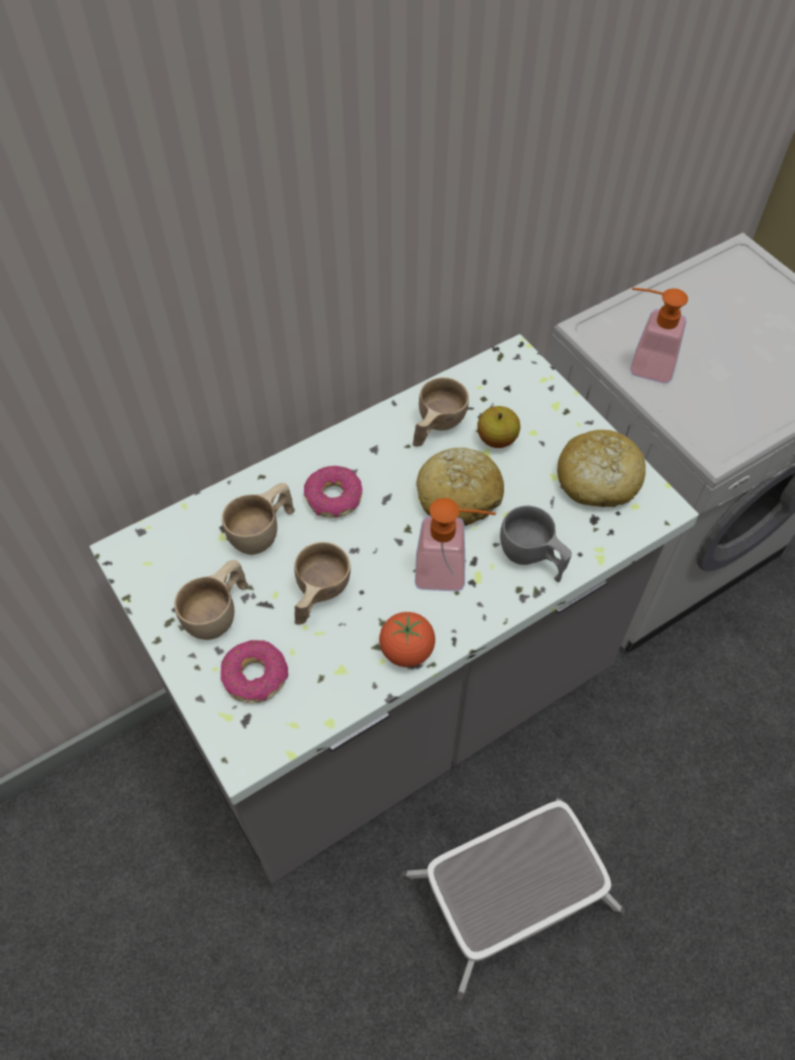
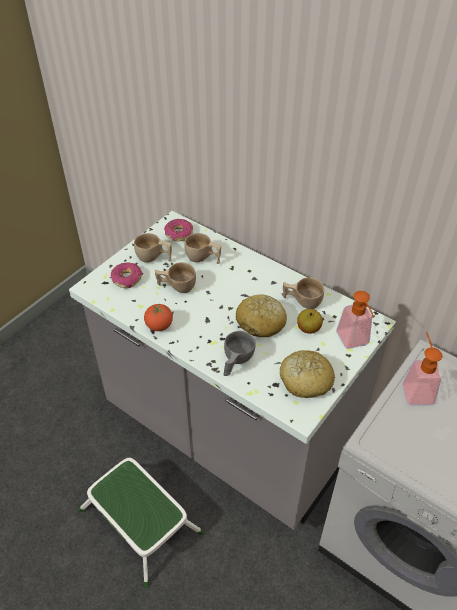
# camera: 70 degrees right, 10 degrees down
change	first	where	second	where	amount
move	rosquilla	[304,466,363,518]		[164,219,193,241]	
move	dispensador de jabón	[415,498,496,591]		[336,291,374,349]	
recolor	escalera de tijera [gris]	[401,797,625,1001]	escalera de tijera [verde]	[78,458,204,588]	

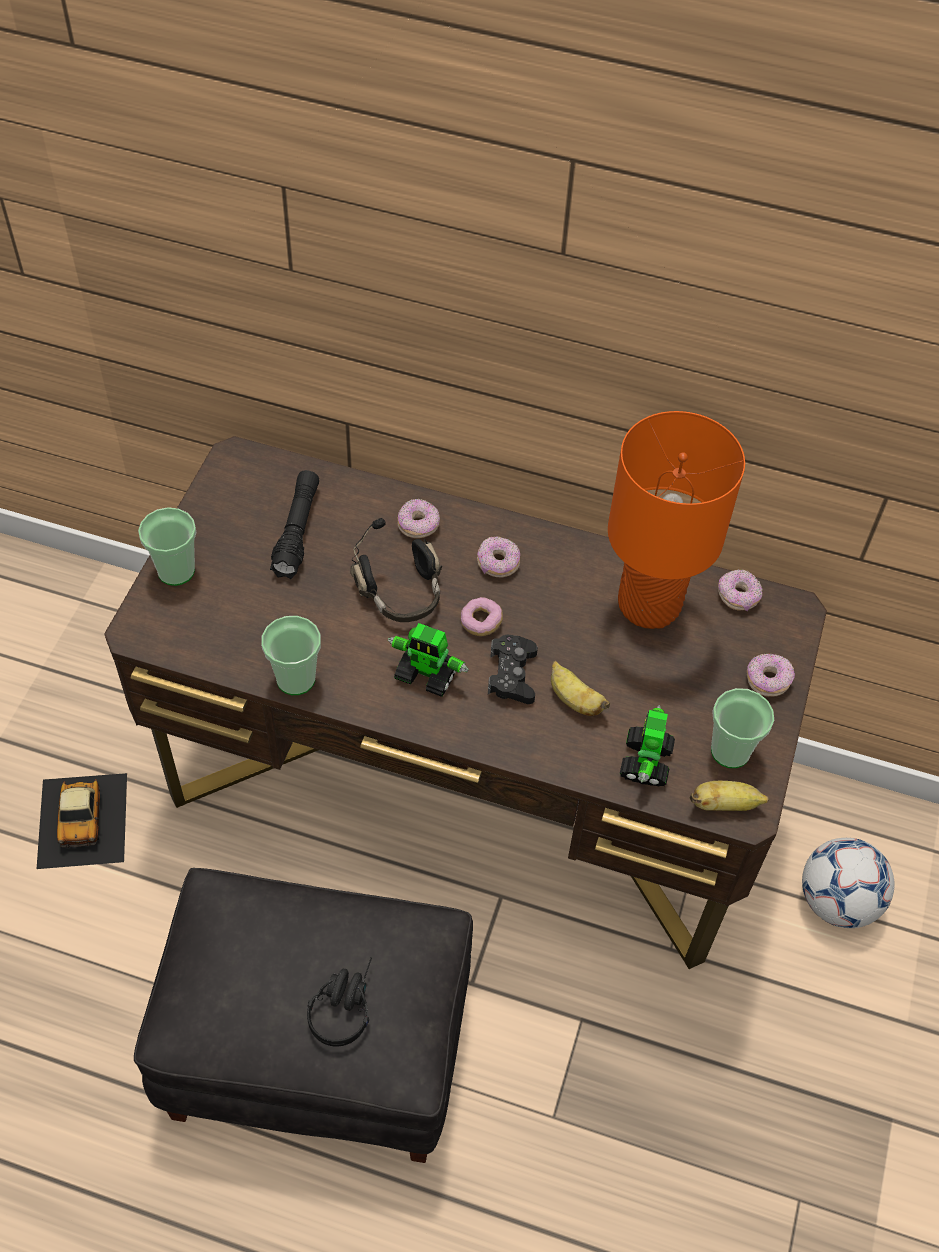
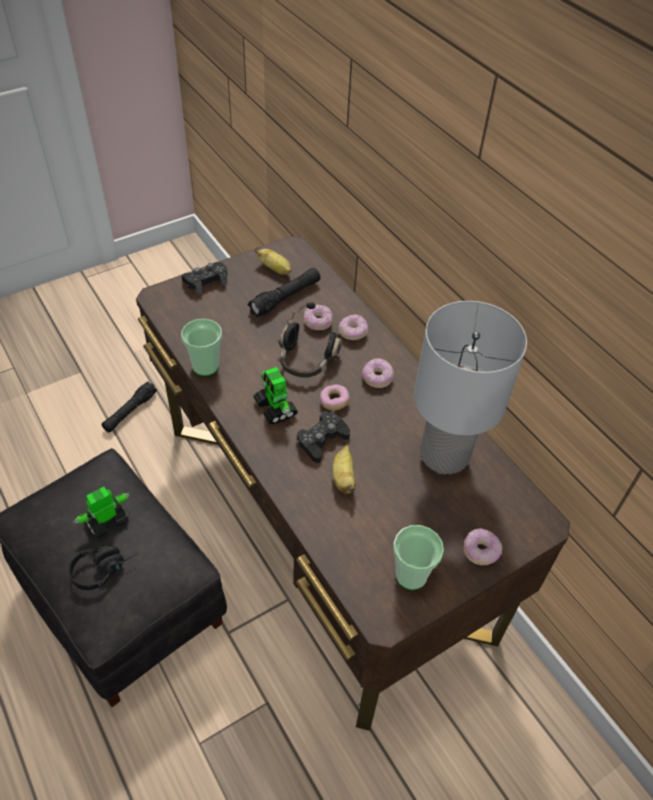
# camera: 40 degrees right, 5 degrees down
change	first	where	second	where	amount
recolor	lámpara de mesa [naranja]	[608,411,745,629]	lámpara de mesa [gris]	[414,301,527,475]	
replace	taza	[138,507,196,586]	mando de consola [negro]	[181,262,227,295]	
move	rosquilla	[718,569,762,611]		[304,304,333,330]	
move	robot de juguete	[620,705,675,786]		[73,487,130,538]	
replace	coche de juguete	[37,773,127,869]	linterna [negro]	[101,381,157,433]	
move	plátano	[690,781,769,811]		[255,247,291,275]	
delete	balón de fútbol	[802,838,895,928]			

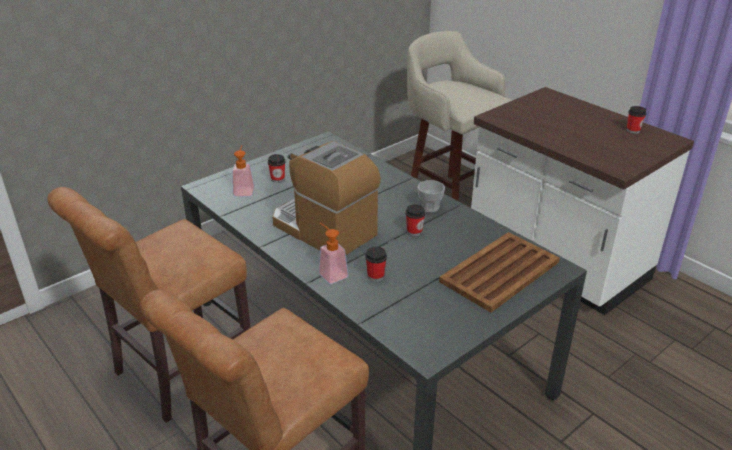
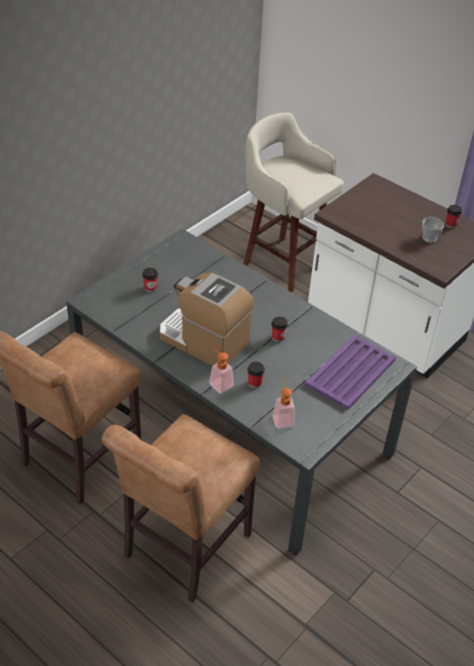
# camera: 10 degrees left, 10 degrees up
change	first	where	second	where	amount
move	dispensador de jabón	[232,145,254,197]		[272,379,295,429]	
move	taza	[417,180,445,212]		[422,217,444,243]	
recolor	bandeja [marrón]	[439,232,560,312]	bandeja [morado]	[305,335,396,410]	

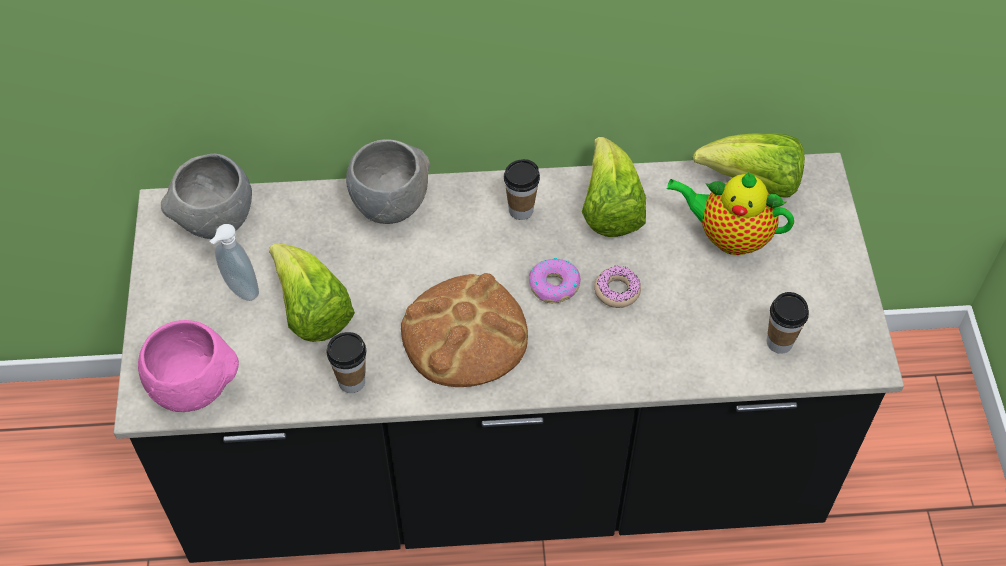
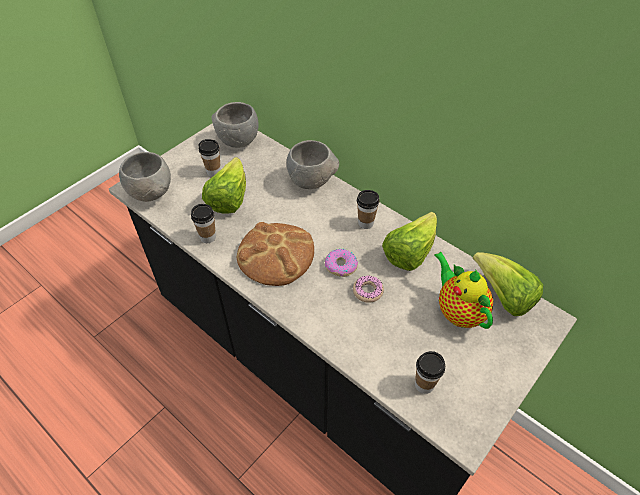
# camera: 45 degrees right, 5 degrees down
change	first	where	second	where	amount
replace	dispensador de jabón	[210,224,259,301]	taza	[198,139,221,177]	
recolor	cuenco [rosa]	[138,320,239,412]	cuenco [gris]	[119,152,171,202]	

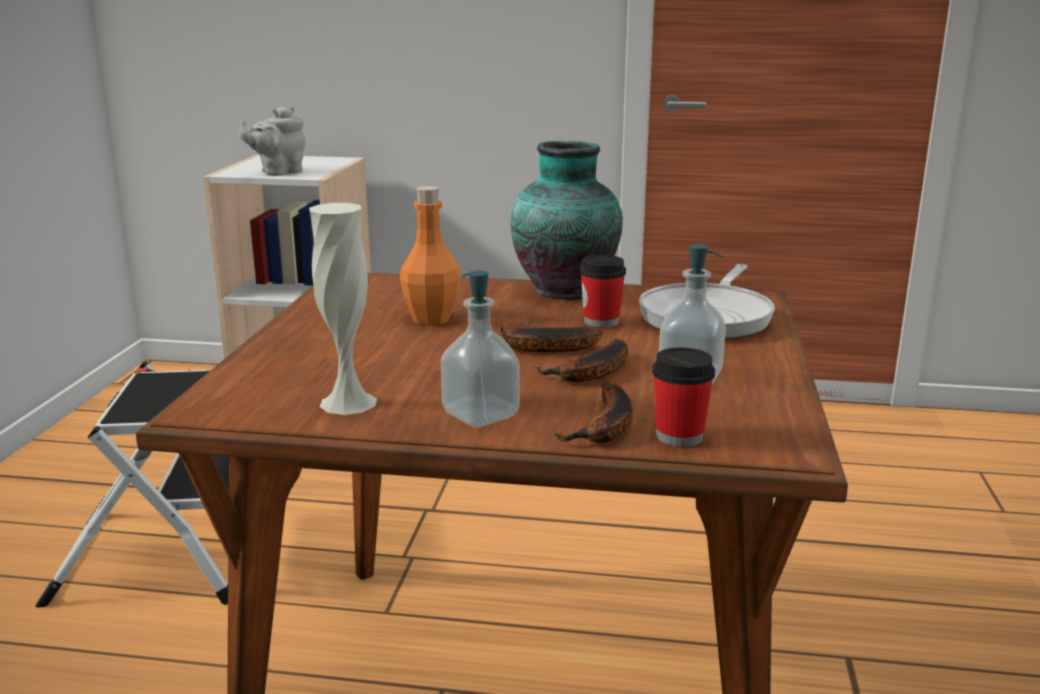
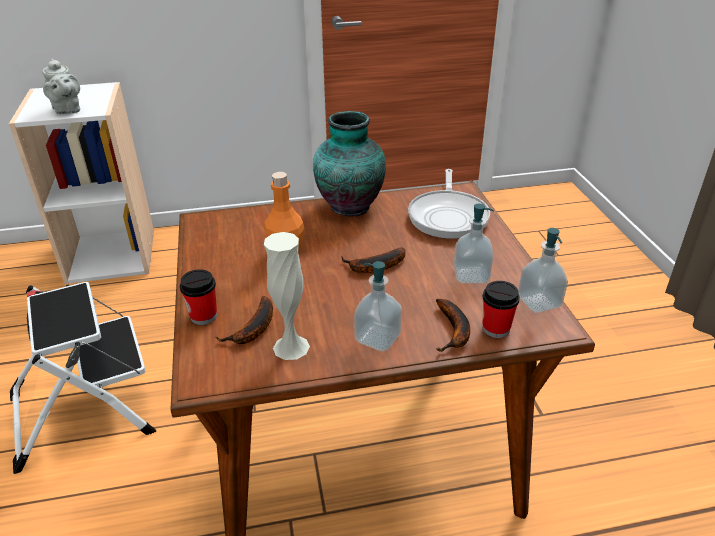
# camera: 20 degrees left, 15 degrees up
change	first	where	second	where	amount
rotate	tetera [gris]	[239,106,305,176]		[42,59,80,114]	60 degrees counterclockwise
move	taza	[580,255,626,328]		[180,269,217,325]	
move	plátano	[535,338,628,382]		[215,296,273,344]	
insert			dispensador de jabón	[518,228,568,313]	

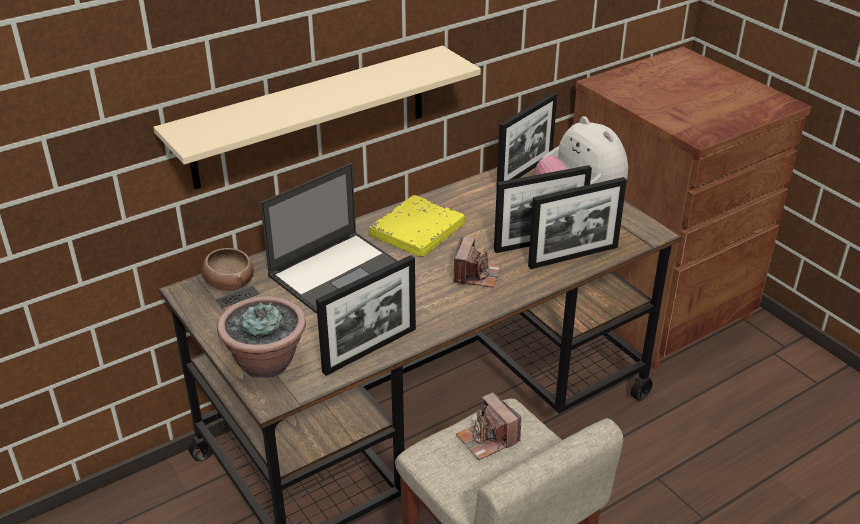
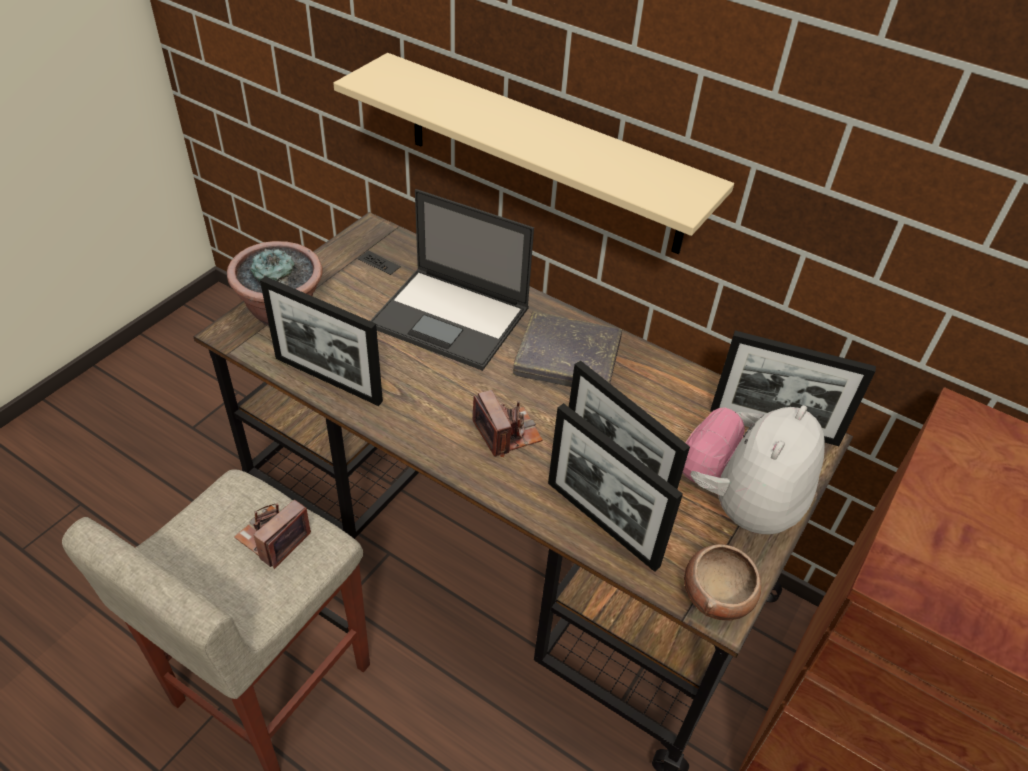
# camera: 65 degrees right, 10 degrees up
change	first	where	second	where	amount
recolor	libro [amarillo]	[369,195,465,257]	libro [gris]	[513,311,622,387]	
rotate	cámara	[453,236,501,288]		[472,390,543,457]	105 degrees counterclockwise
move	cuenco	[202,248,254,291]		[684,544,761,620]	

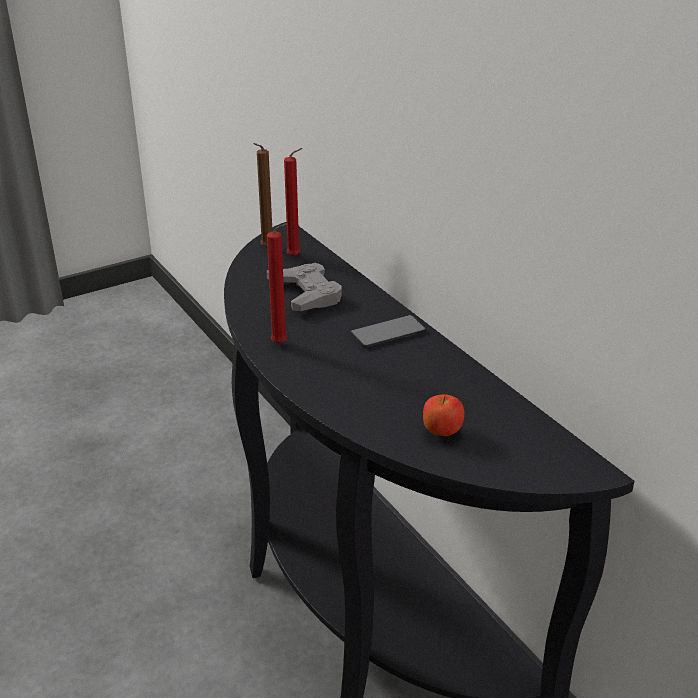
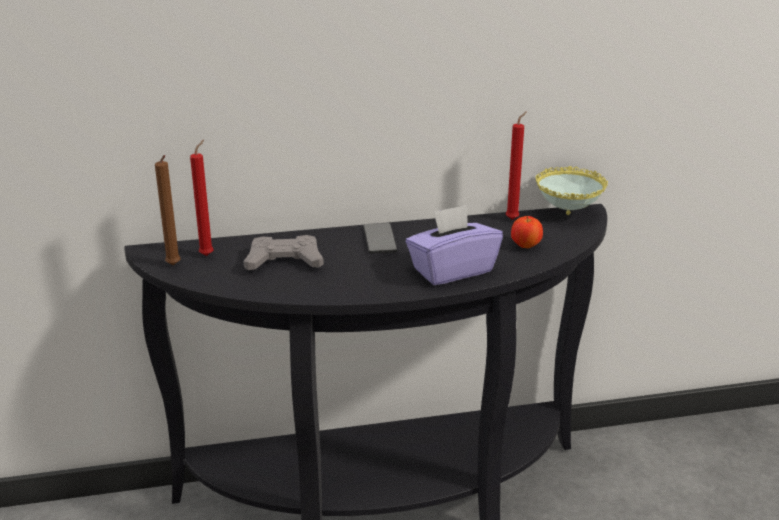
# camera: 70 degrees left, 5 degrees down
change	first	where	second	where	amount
move	vela [rojo]	[267,223,288,344]		[506,111,527,220]	
insert			cuenco	[535,166,608,215]	
insert			caja de pañuelos [morado]	[406,205,503,285]	

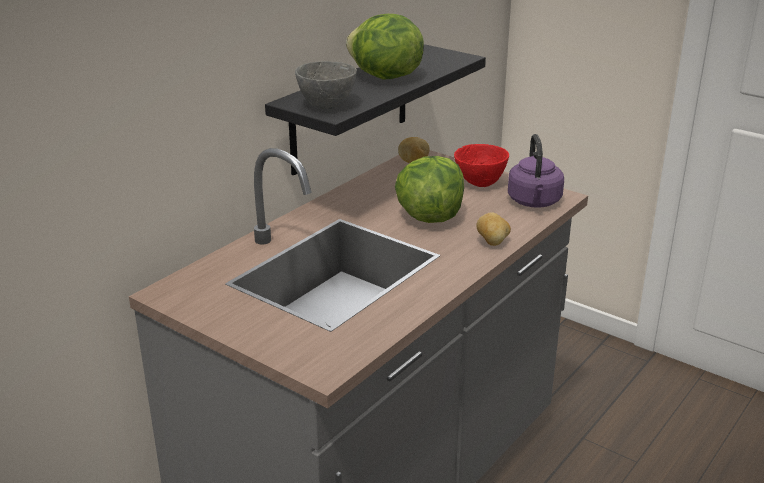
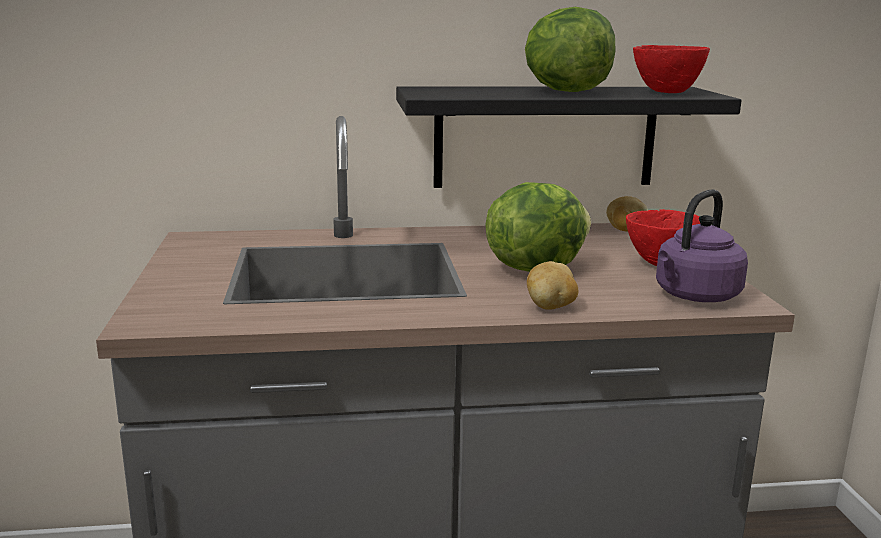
# camera: 45 degrees right, 10 degrees down
change	first	where	second	where	amount
delete	cuenco [gris]	[295,61,357,109]			
insert			cuenco [rojo]	[633,45,710,93]	

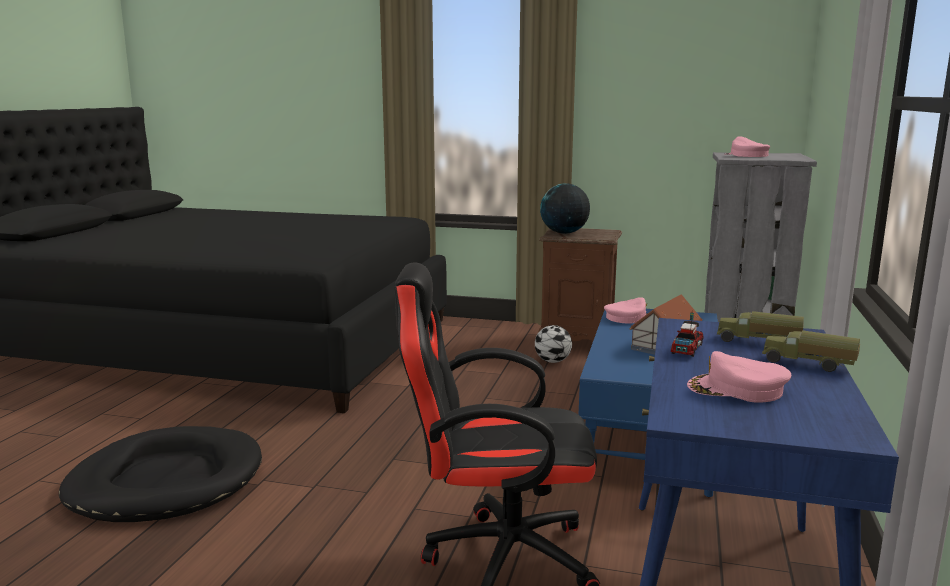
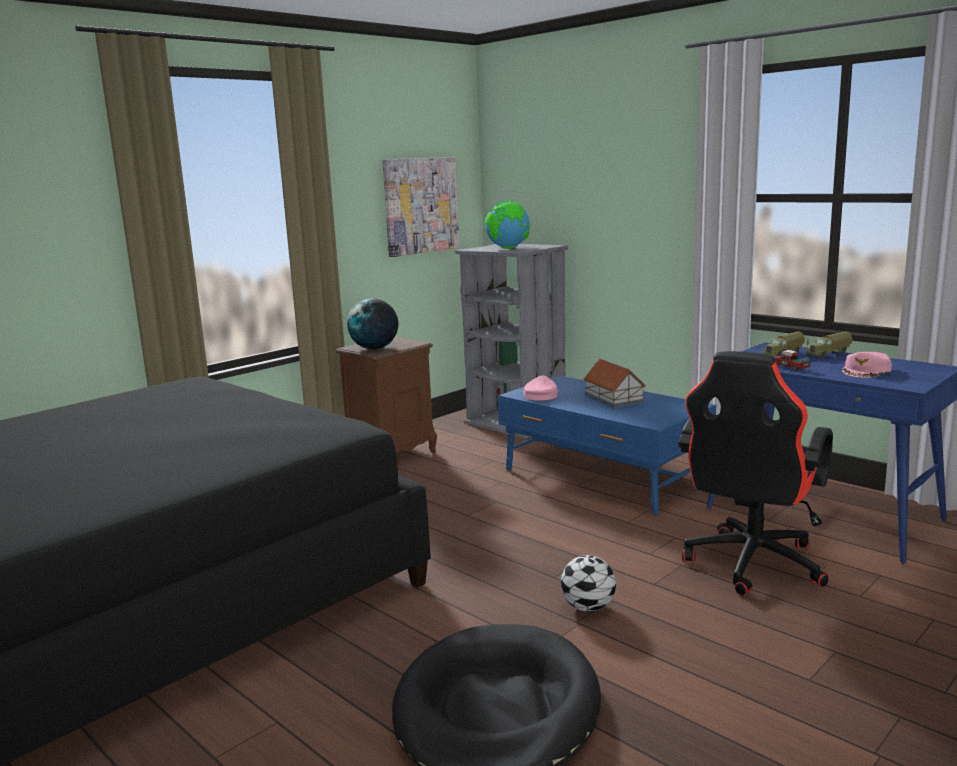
# camera: 60 degrees left, 0 degrees up
change	first	where	second	where	amount
replace	gorra [rosa]	[724,136,770,157]	globo terráqueo	[485,201,530,249]	
move	balón de fútbol	[535,325,572,363]		[561,555,616,612]	
insert			cuadro	[382,157,460,257]	

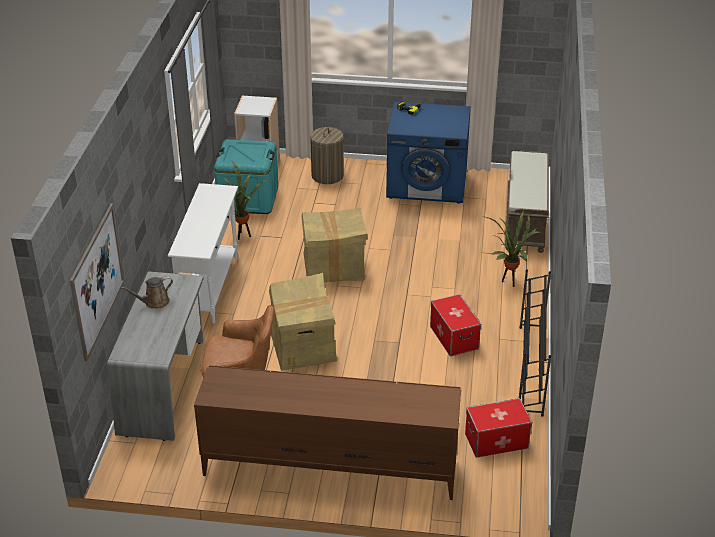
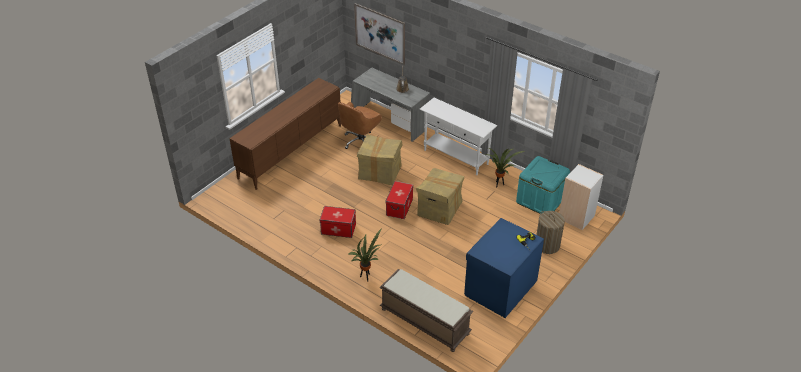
# camera: 120 degrees right, 5 degrees up
change	first	where	second	where	amount
delete	zapatero [negro]	[519,269,551,417]			
move	caja de almacenaje	[465,398,532,458]		[386,181,413,219]	

